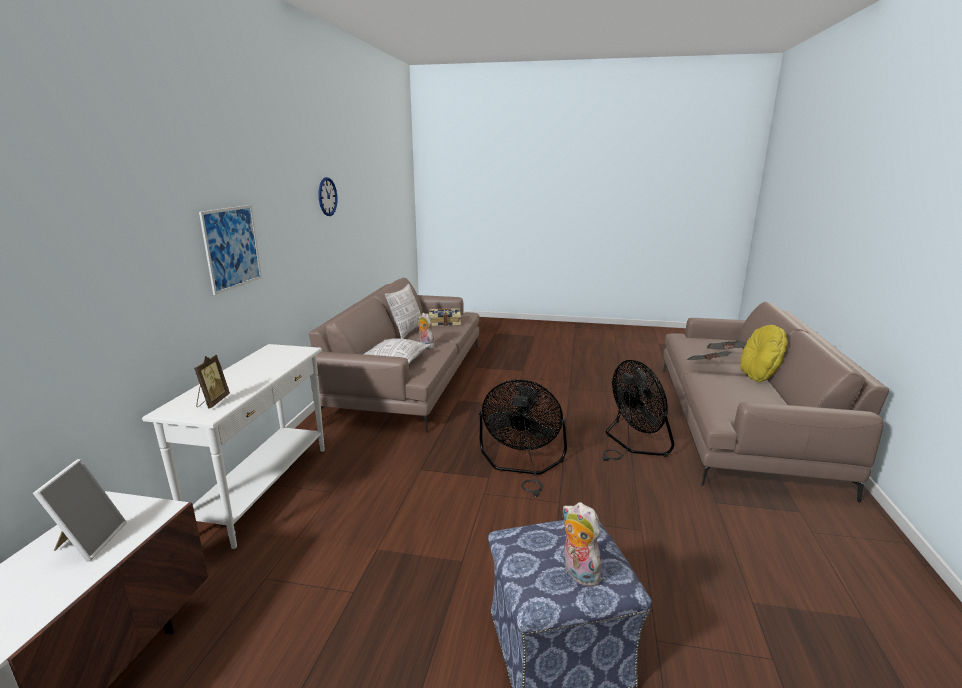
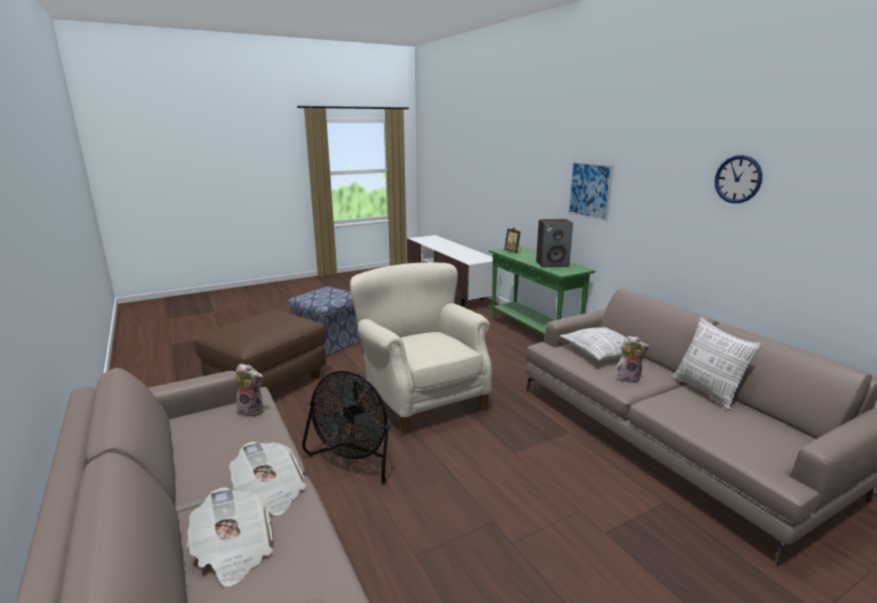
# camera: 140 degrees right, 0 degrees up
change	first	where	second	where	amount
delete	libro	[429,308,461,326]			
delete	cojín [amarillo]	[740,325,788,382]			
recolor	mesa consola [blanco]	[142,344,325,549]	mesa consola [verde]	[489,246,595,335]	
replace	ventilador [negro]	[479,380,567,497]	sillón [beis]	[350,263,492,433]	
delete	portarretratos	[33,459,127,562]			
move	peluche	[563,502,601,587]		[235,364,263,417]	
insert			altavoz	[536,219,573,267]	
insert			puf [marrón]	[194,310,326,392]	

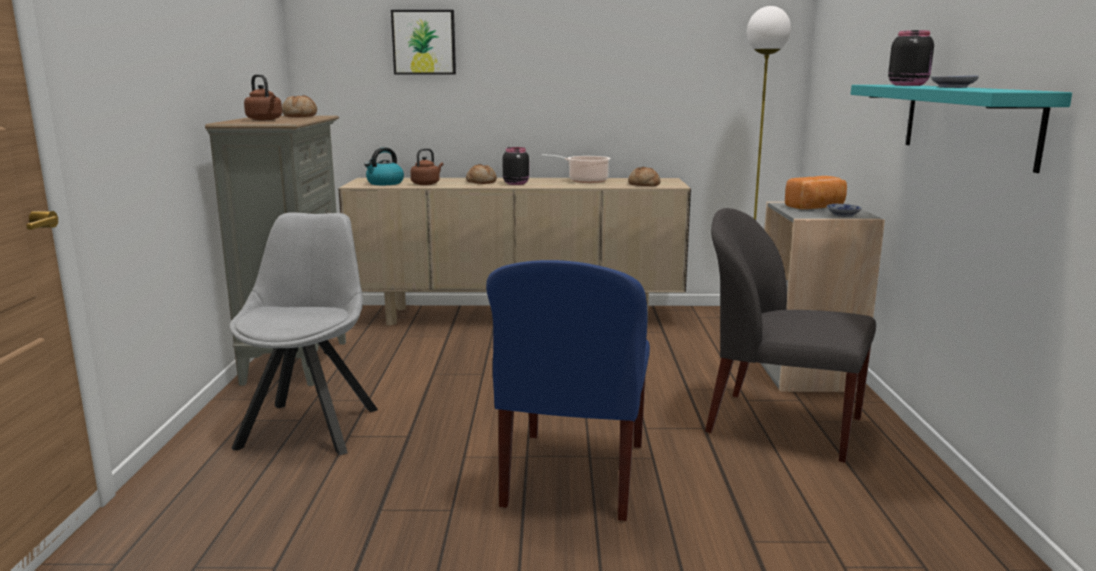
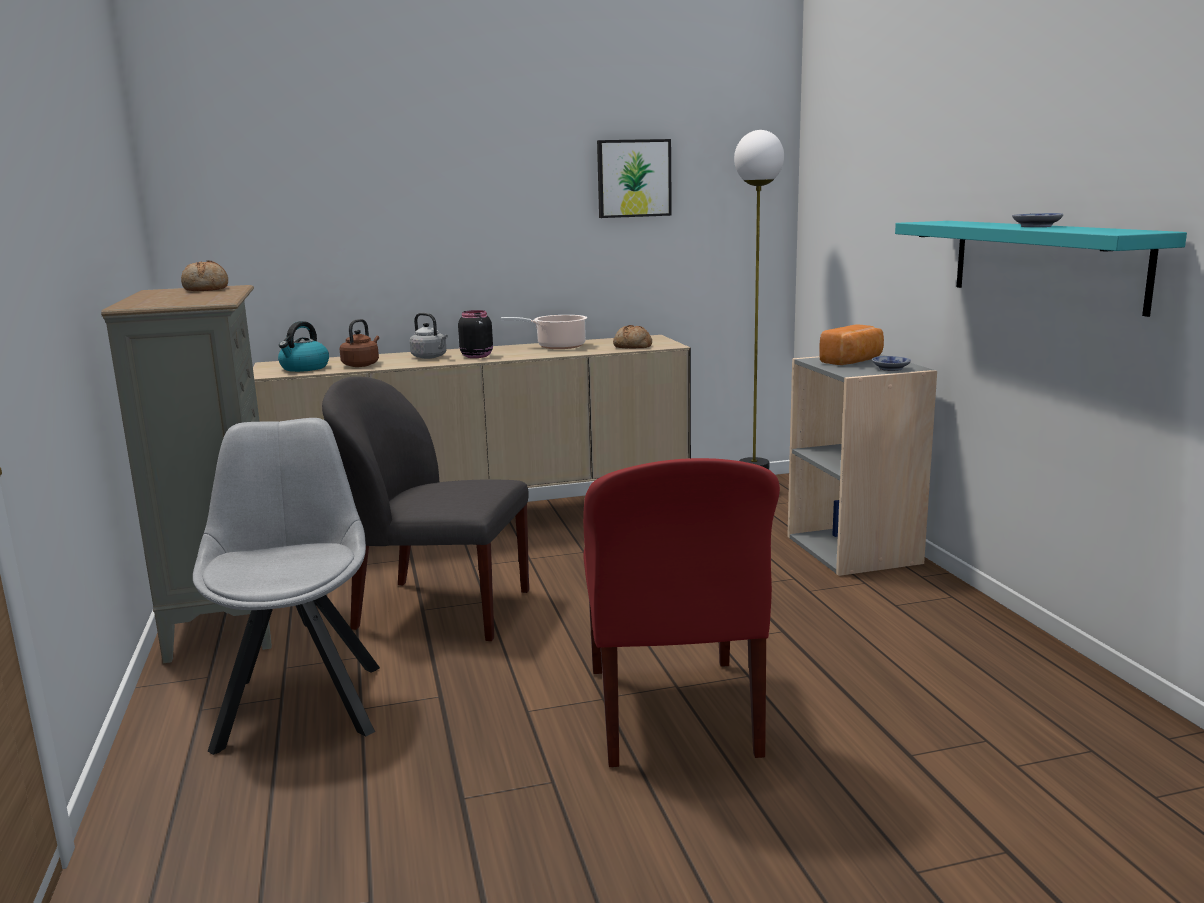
# camera: 15 degrees left, 0 degrees up
change	first	where	second	where	amount
move	cuadro	[391,10,456,74]		[597,139,672,218]	
delete	tarro [negro]	[888,30,934,86]			
delete	hervidor [marrón]	[244,74,282,120]			
replace	pan	[466,164,497,184]	hervidor [gris]	[410,313,448,359]	
move	silla [gris]	[705,208,876,463]		[322,376,529,641]	
recolor	silla [azul]	[486,260,650,521]	silla [rojo]	[583,458,780,767]	

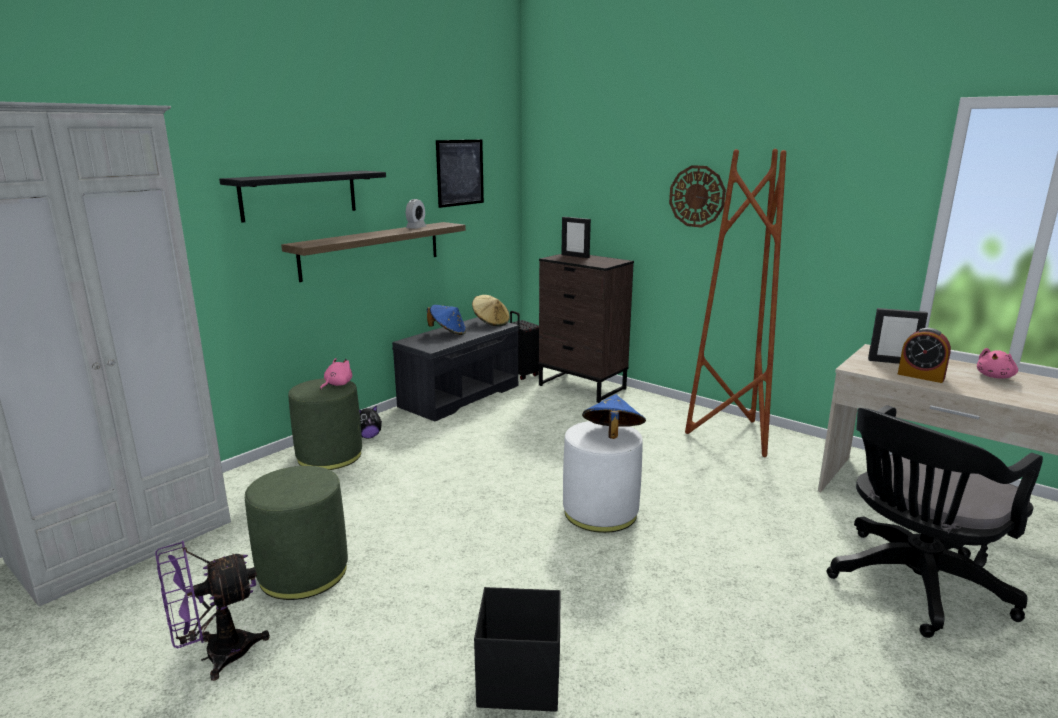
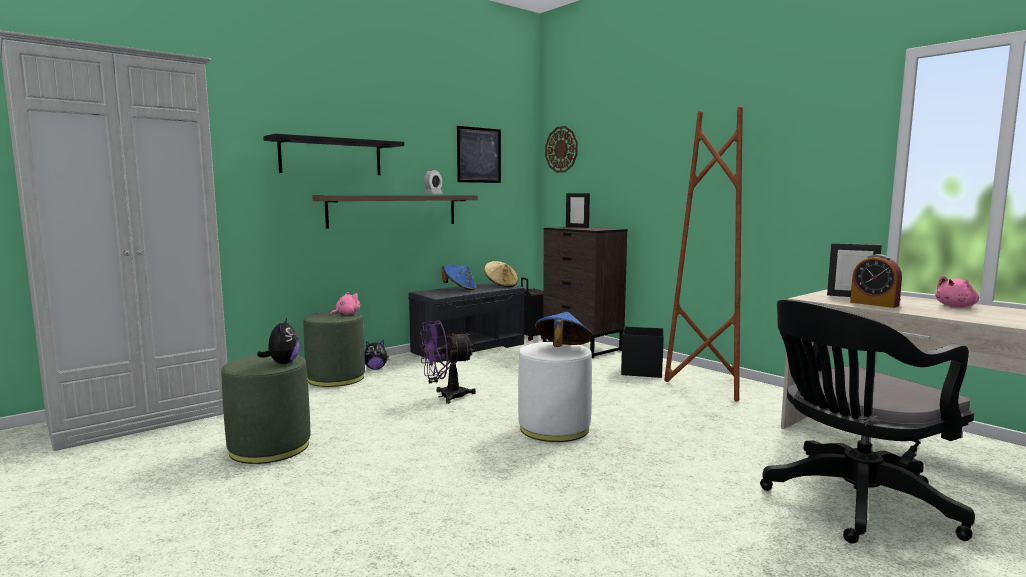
# camera: 10 degrees right, 10 degrees down
change	first	where	second	where	amount
move	reloj de pared	[669,165,726,228]		[545,126,578,173]	
move	ventilador [morado]	[155,541,270,681]		[419,320,476,404]	
move	caja de almacenaje [negro]	[474,587,561,712]		[621,326,664,378]	
insert			peluche	[257,318,300,364]	

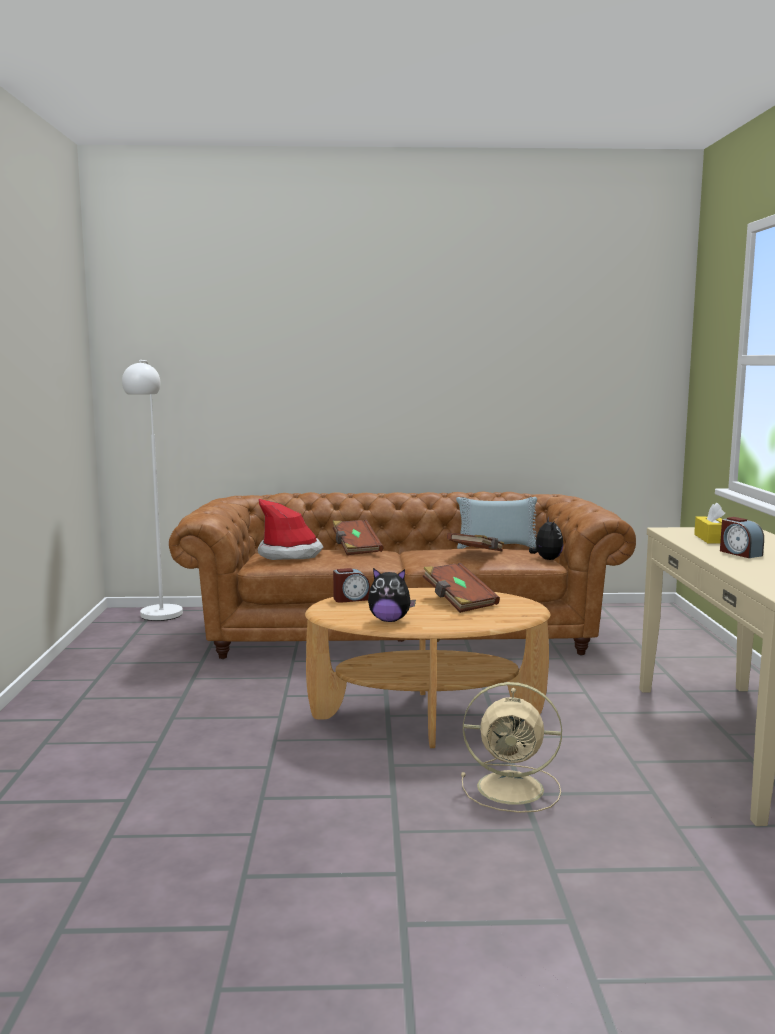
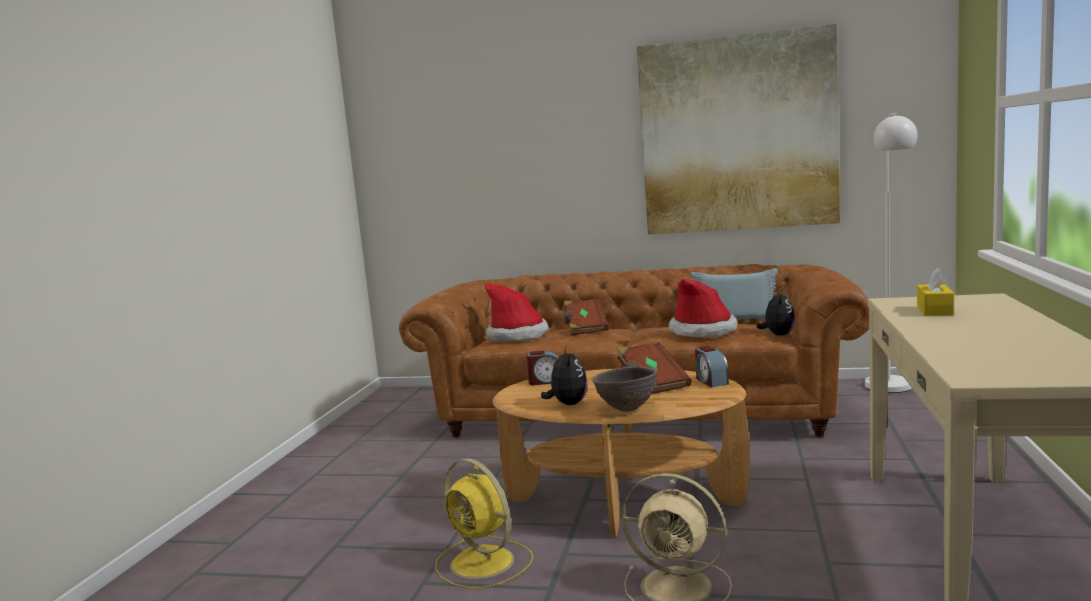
# camera: 15 degrees right, 0 degrees up
change	first	where	second	where	amount
move	lámpara de pie [blanco]	[122,360,183,621]		[865,112,917,393]	
move	despertador	[720,517,764,558]		[695,346,729,387]	
replace	libro [marrón]	[447,533,505,552]	sombrero	[669,279,738,338]	
rotate	peluche	[368,568,416,622]		[541,347,587,405]	120 degrees counterclockwise
insert			cuadro	[637,24,840,235]	
insert			cuenco [marrón]	[592,367,658,412]	
insert			ventilador [amarillo]	[435,458,533,588]	

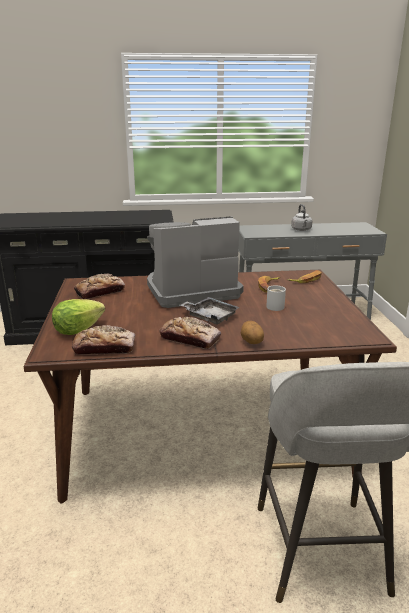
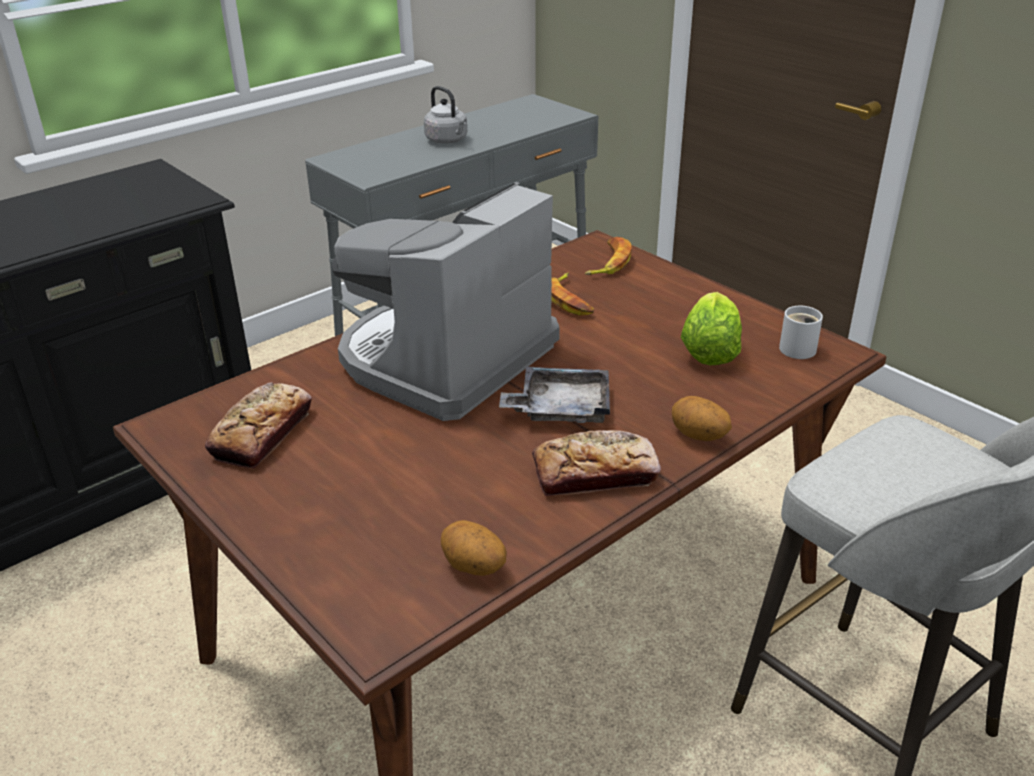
# camera: 35 degrees left, 10 degrees up
change	first	where	second	where	amount
move	taza grande [blanco]	[266,285,286,311]		[779,306,823,359]	
move	lechuga	[52,299,105,335]		[681,292,742,365]	
replace	pan	[72,325,135,355]	patata	[441,520,507,576]	

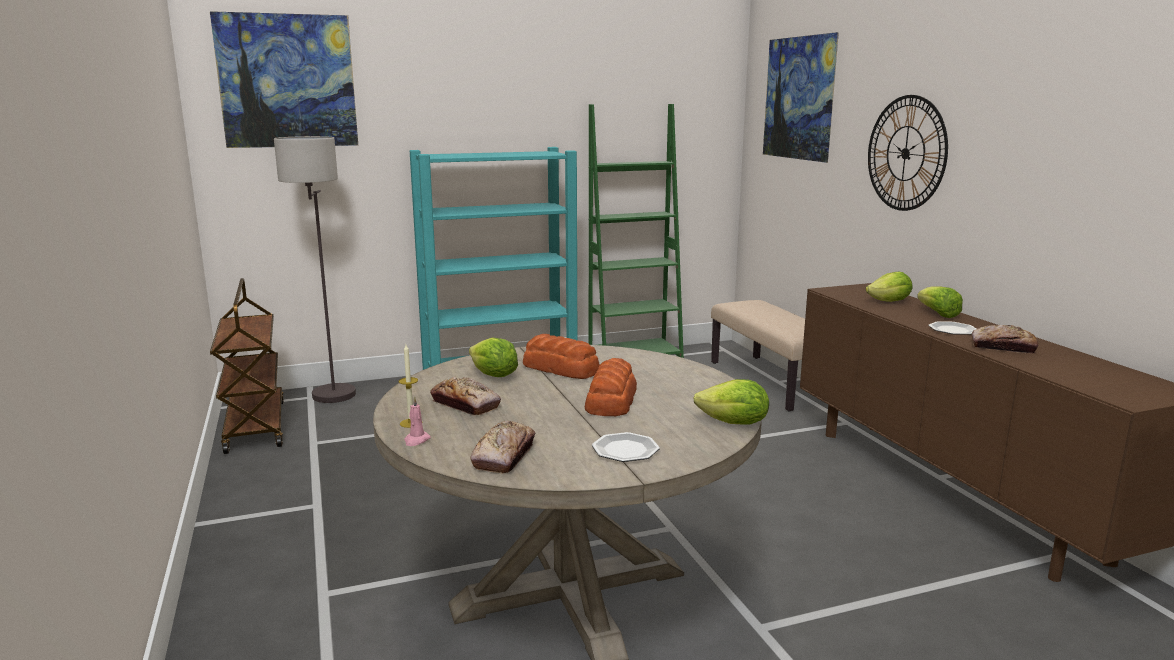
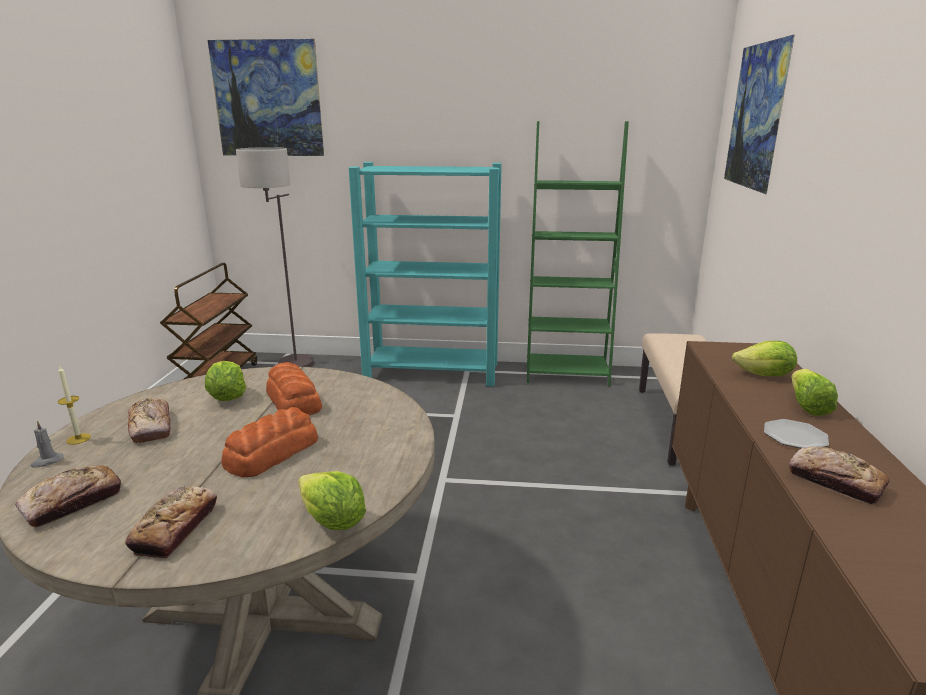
# camera: 25 degrees right, 5 degrees up
change	first	where	second	where	amount
delete	reloj de pared	[868,95,948,211]			
recolor	vela [rosa]	[404,396,431,446]	vela [gris]	[31,421,63,468]	
replace	plato	[592,432,660,462]	pan	[125,486,217,559]	

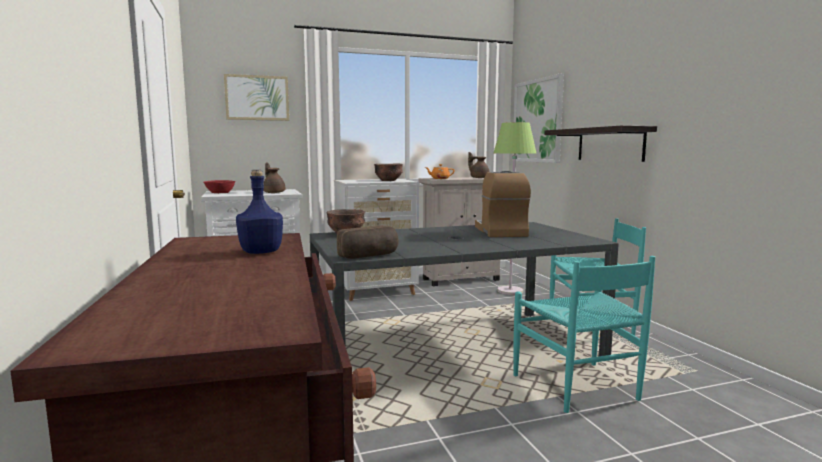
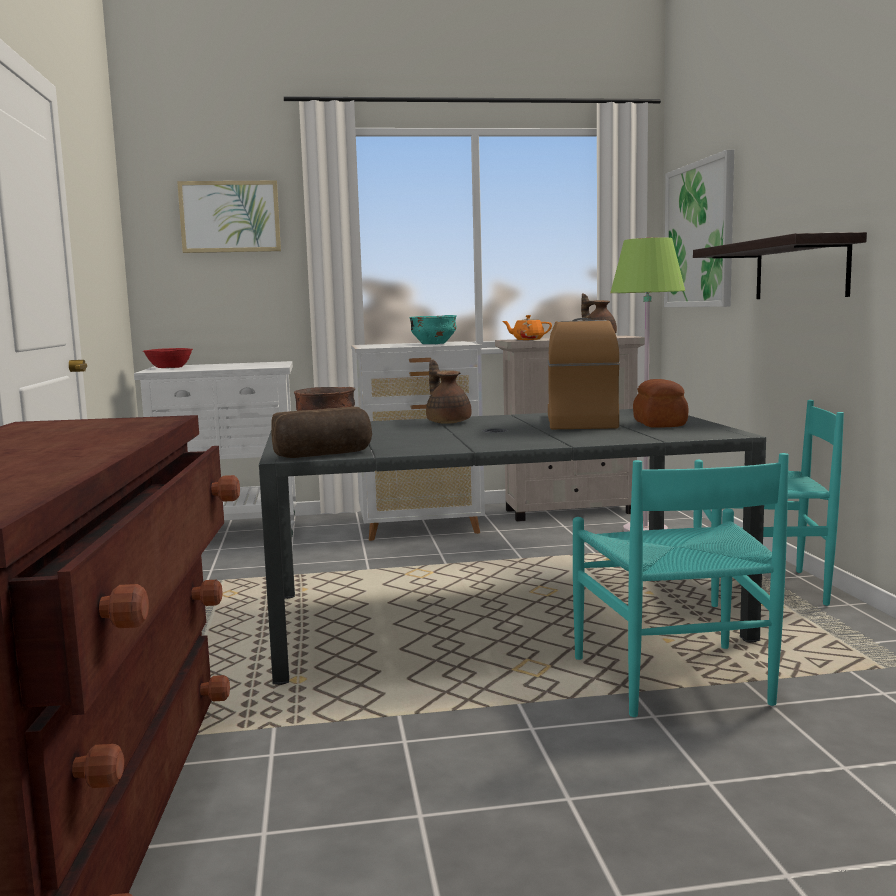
# camera: 10 degrees right, 0 degrees up
change	first	where	second	where	amount
move	tetera [marrón]	[263,162,285,193]		[426,359,472,424]	
recolor	cuenco [marrón]	[374,163,403,181]	cuenco [turquesa]	[409,315,457,344]	
delete	botella [azul]	[236,169,283,254]			
insert			pan	[633,379,689,428]	

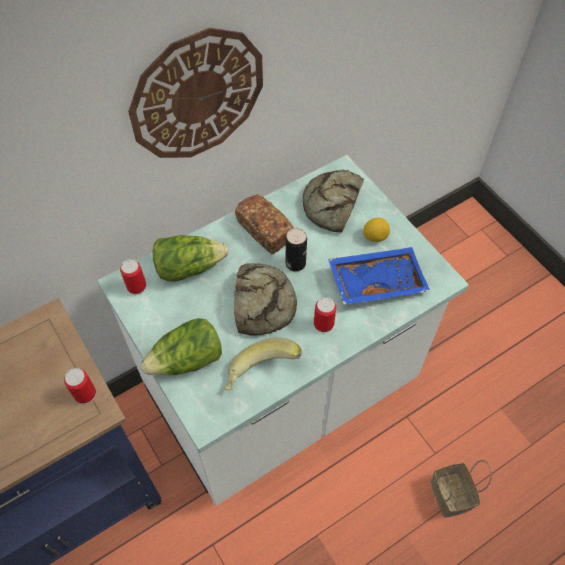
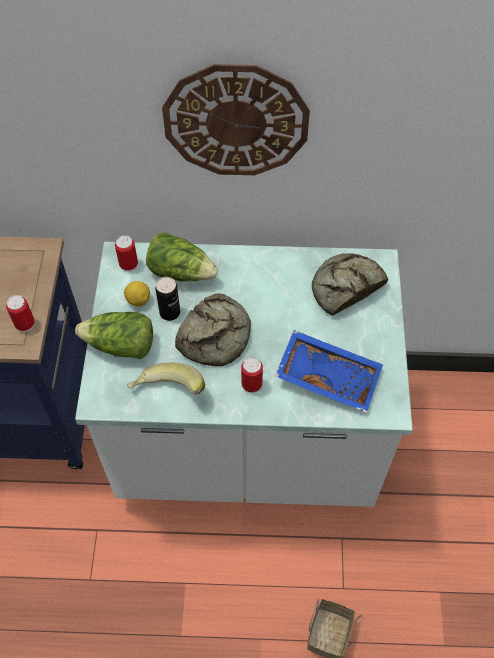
# camera: 35 degrees right, 0 degrees up
change	first	where	second	where	amount
delete	pan	[235,194,294,254]			
move	limón	[363,218,390,242]		[124,281,150,306]	
move	lata	[286,228,307,271]		[155,277,180,321]	

